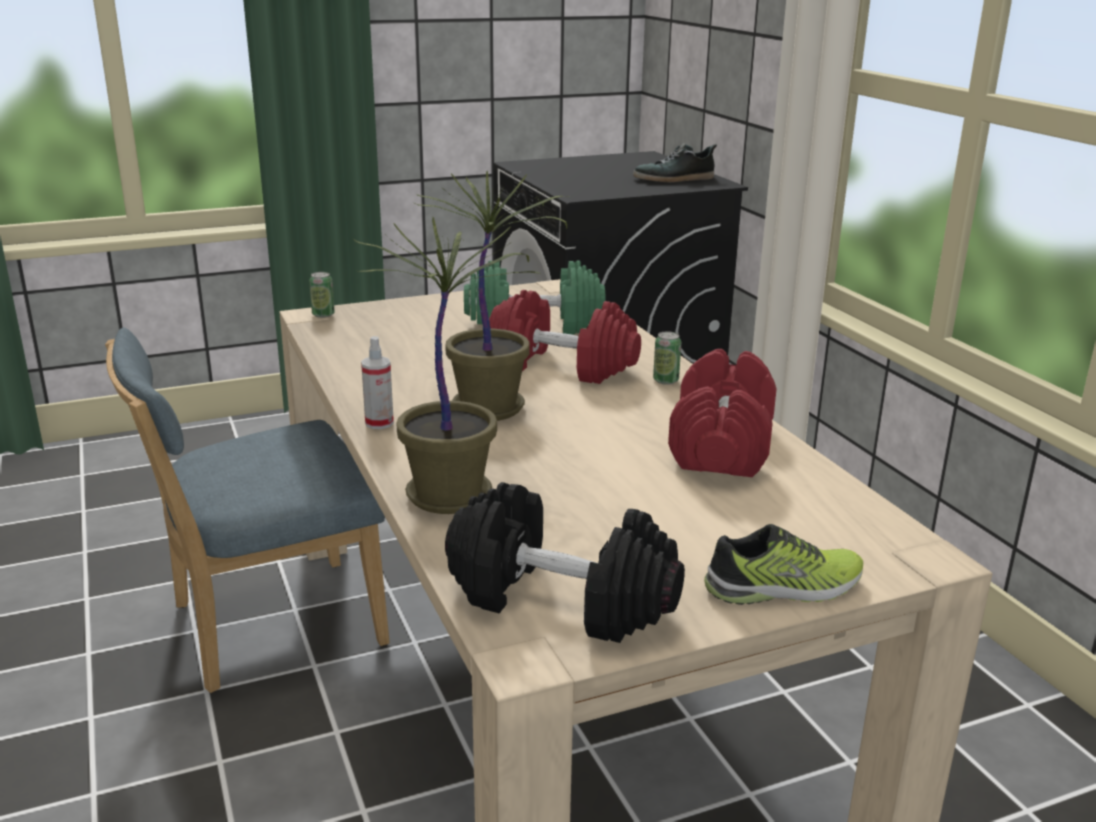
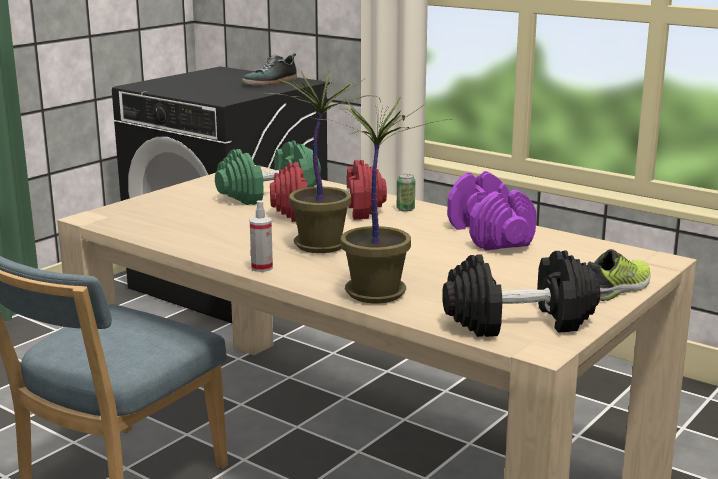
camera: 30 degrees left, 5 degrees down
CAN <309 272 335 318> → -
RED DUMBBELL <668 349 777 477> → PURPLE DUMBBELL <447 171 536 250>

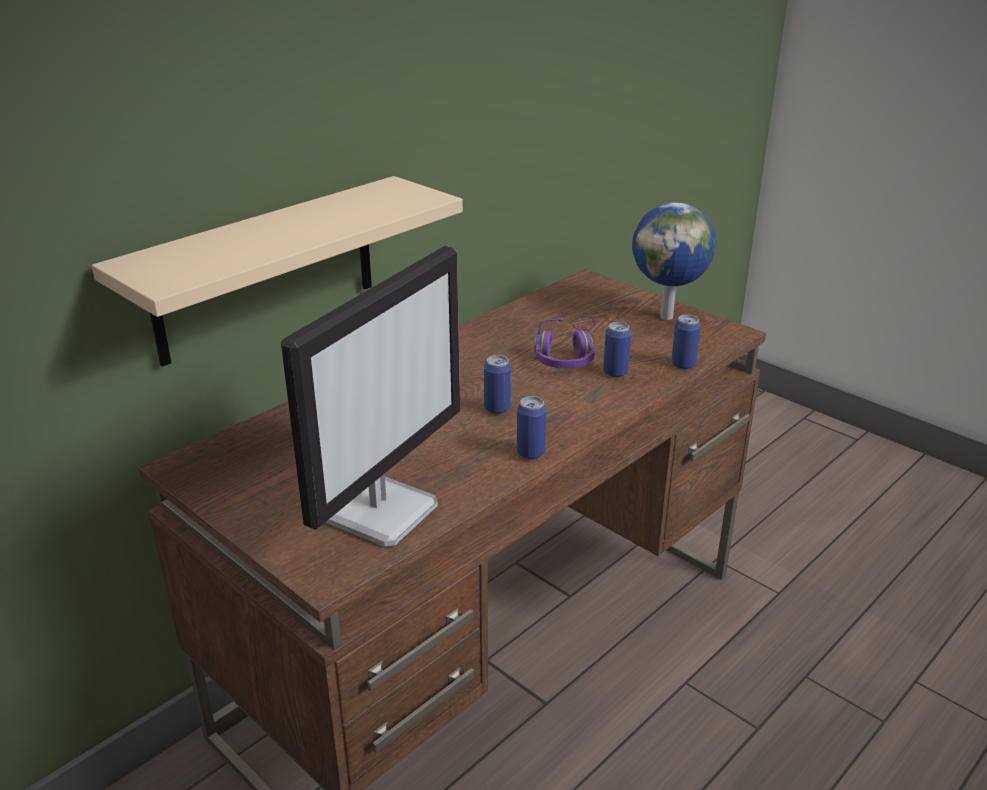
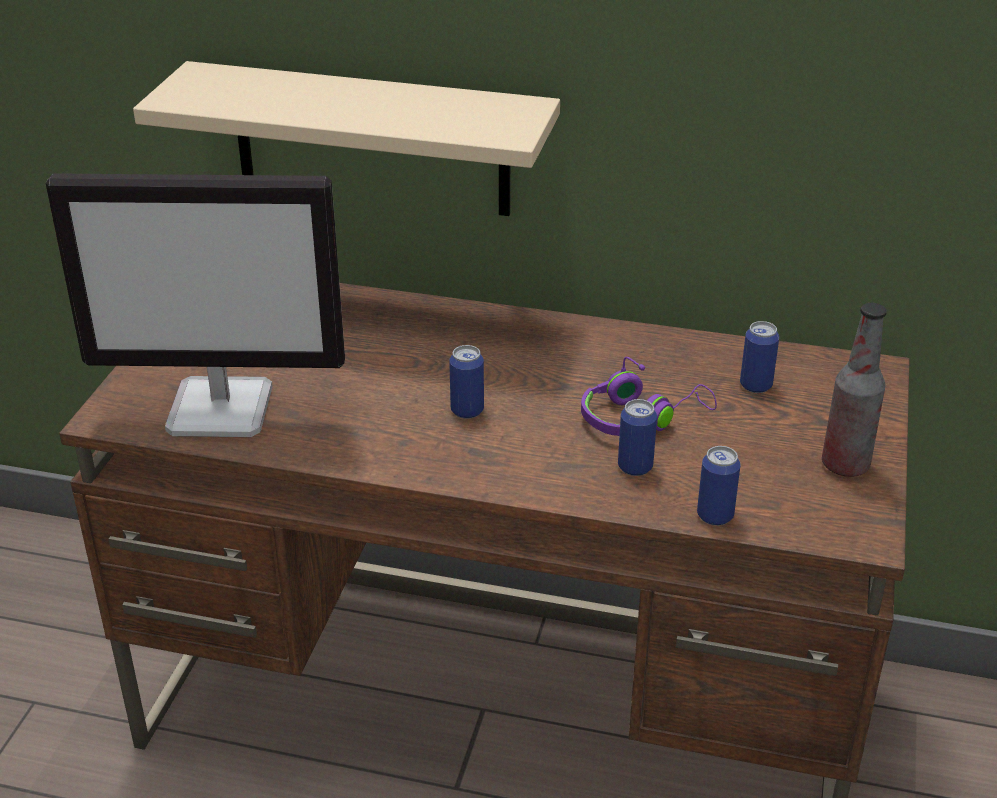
camera: 60 degrees right, 5 degrees up
CAN <517 396 546 460> → CAN <740 321 779 393>, shifted
GLOBE <632 202 716 320> → BOTTLE <822 303 887 477>

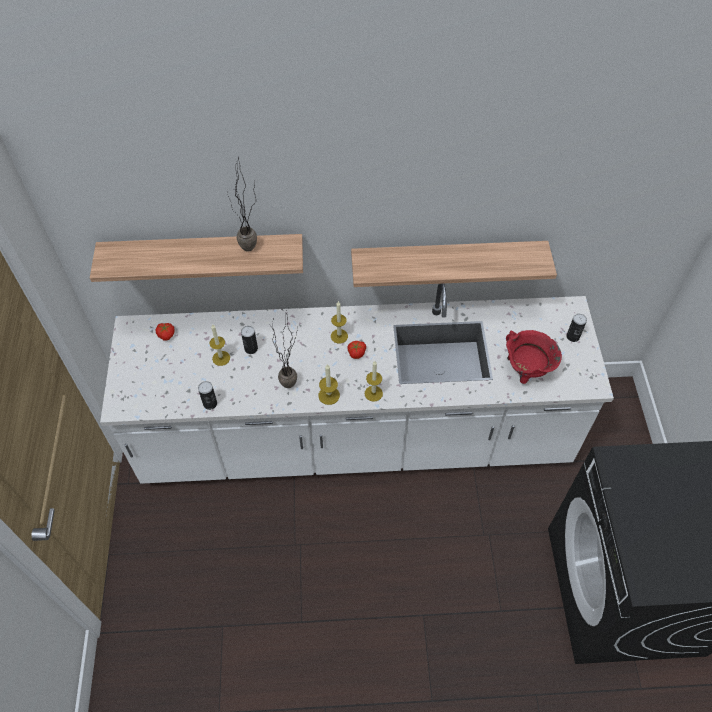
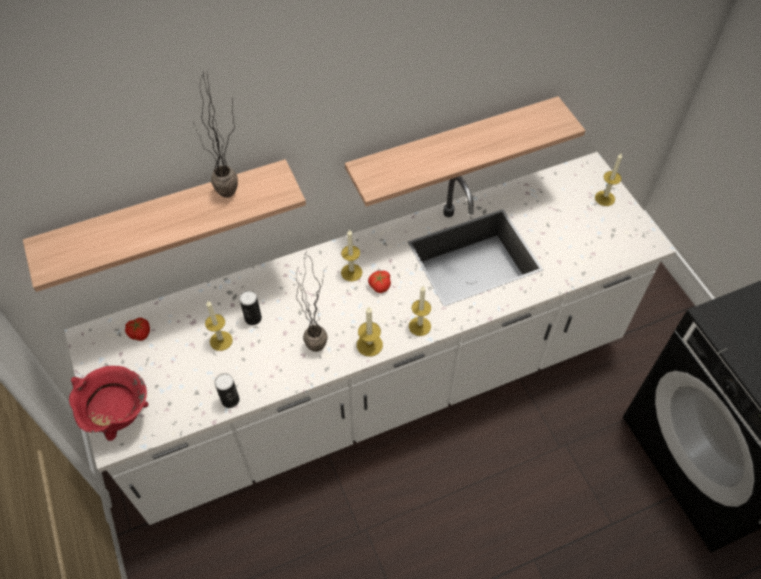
camera: 20 degrees left, 0 degrees up
RED COOKING POT <506 330 562 384> → RED COOKING POT <69 366 149 441>, shifted
CAN <566 314 587 342> → CANDLE <595 152 622 206>

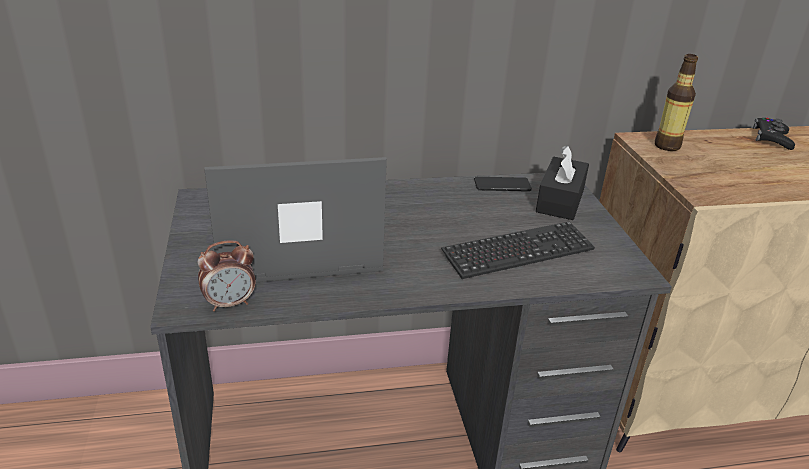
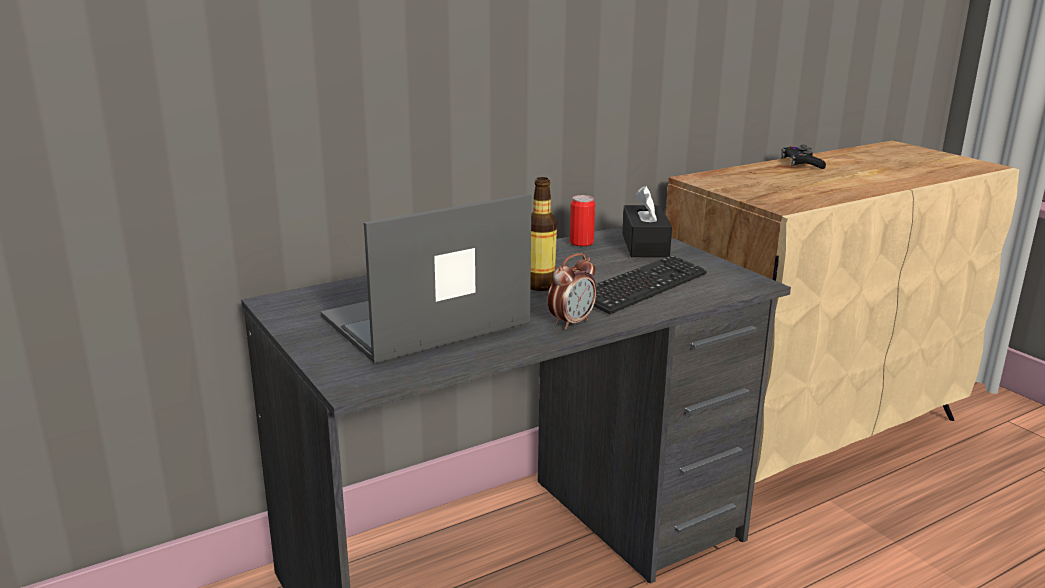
camera: 20 degrees left, 10 degrees down
ALARM CLOCK <198 240 255 311> → ALARM CLOCK <548 253 597 329>, shifted
BOTTLE <655 54 698 151> → BOTTLE <530 177 557 291>, shifted
PHONE <474 177 532 191> → CAN <569 195 595 246>

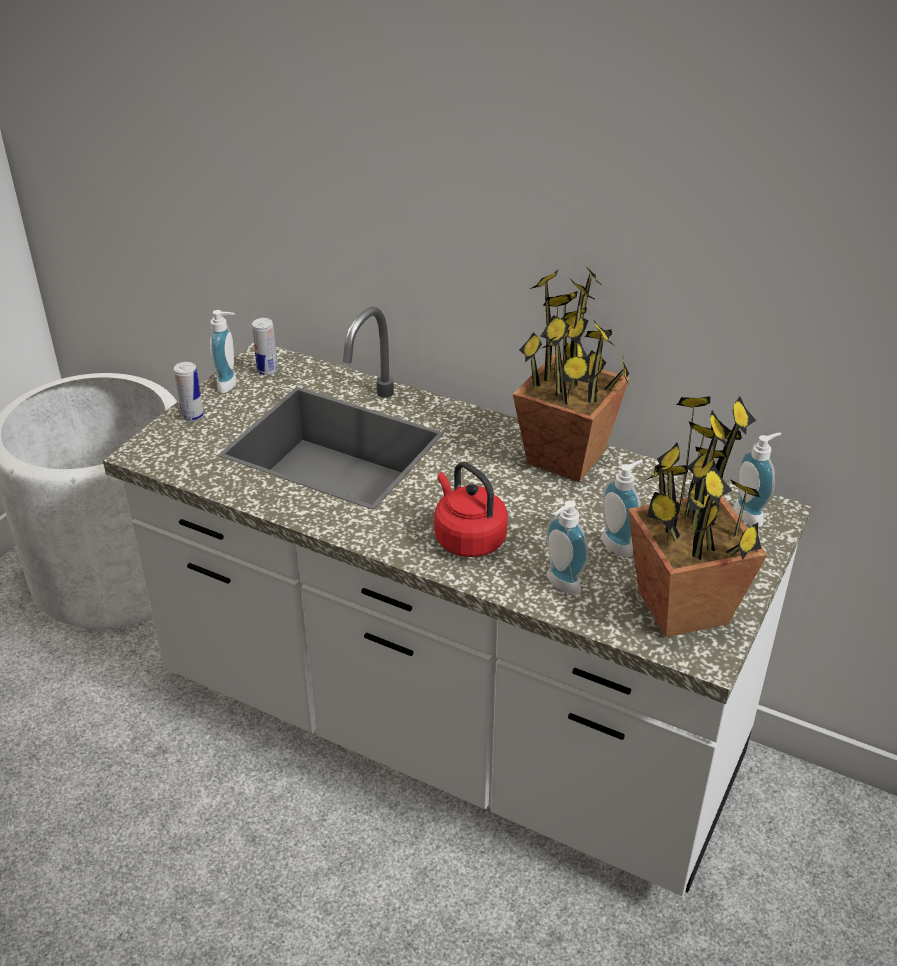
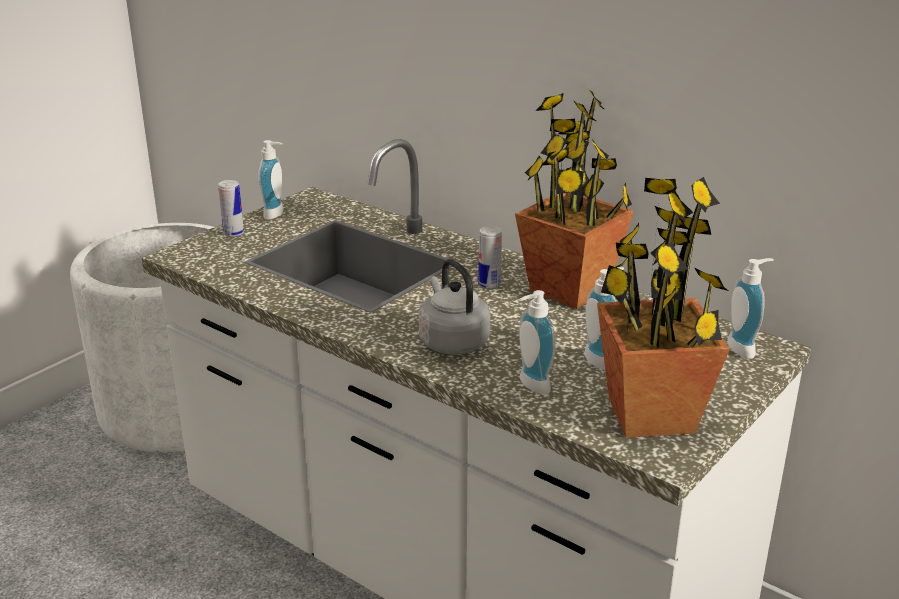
camera: 10 degrees right, 10 degrees down
CAN <252 318 278 375> → CAN <478 226 502 289>, shifted
RED KETTLE <434 462 508 557> → GREY KETTLE <419 259 490 355>

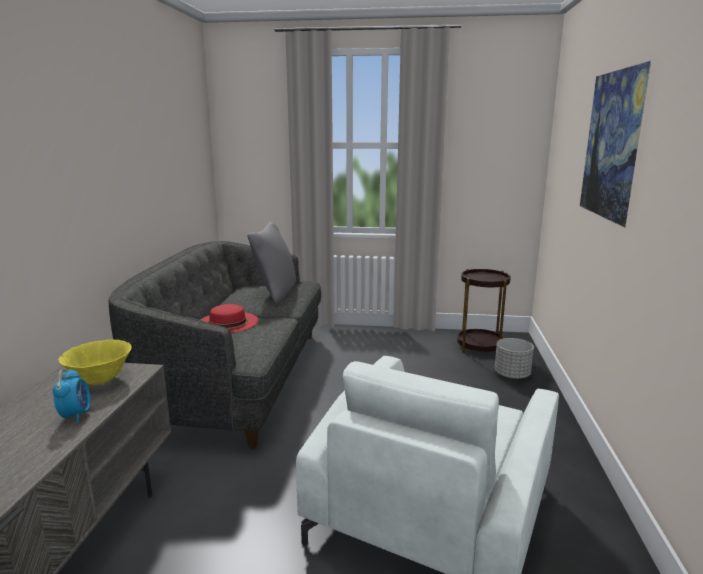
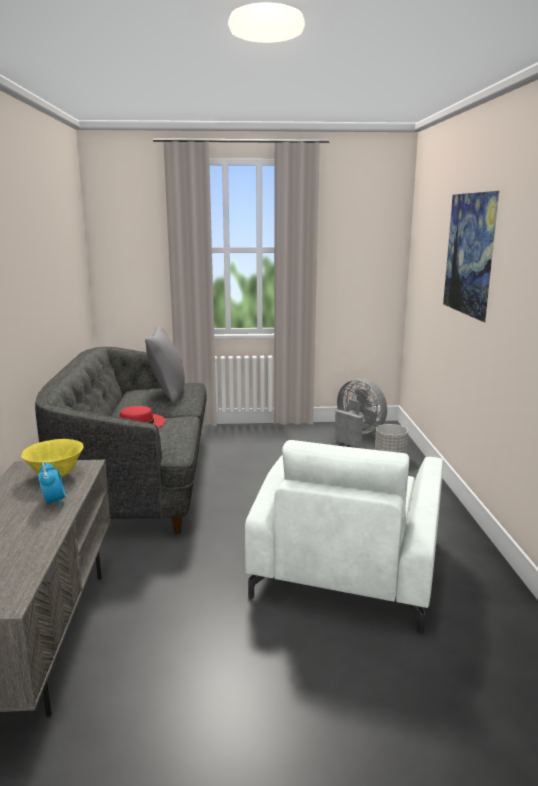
camera: 10 degrees left, 0 degrees up
BROWN SIDE TABLE <457 269 511 353> → GREY FAN <335 378 387 448>

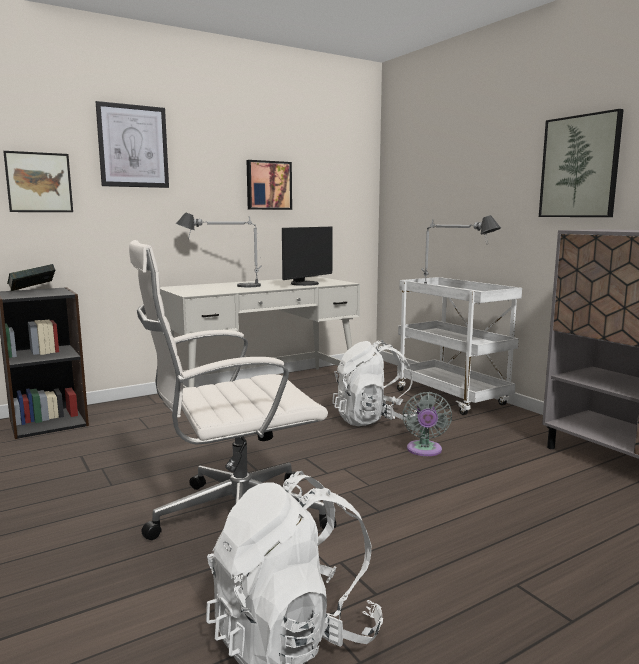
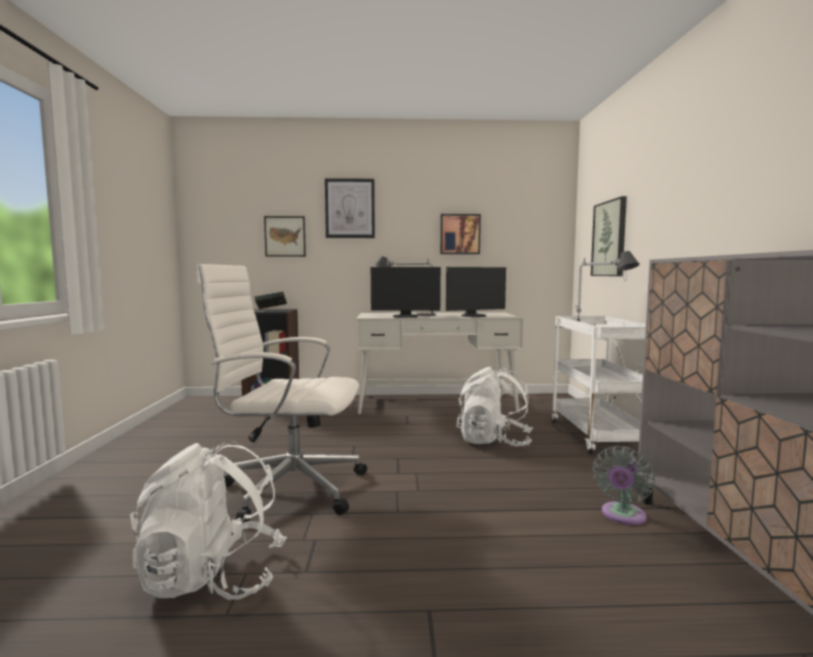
camera: 30 degrees right, 5 degrees down
- → MONITOR <371 267 441 318>
GREY FAN <402 392 452 456> → GREY FAN <592 446 655 525>, shifted
PICTURE <539 109 624 217> → PICTURE <591 196 627 276>, shifted

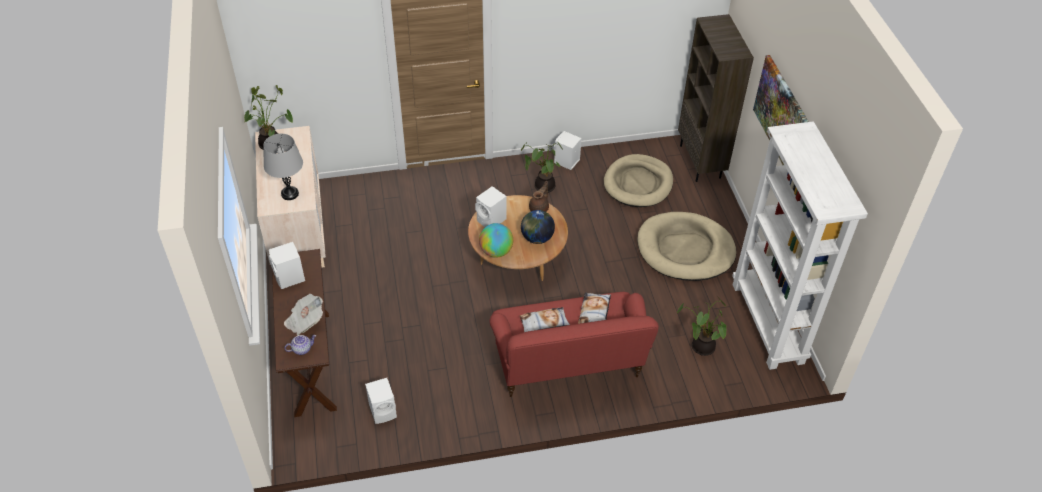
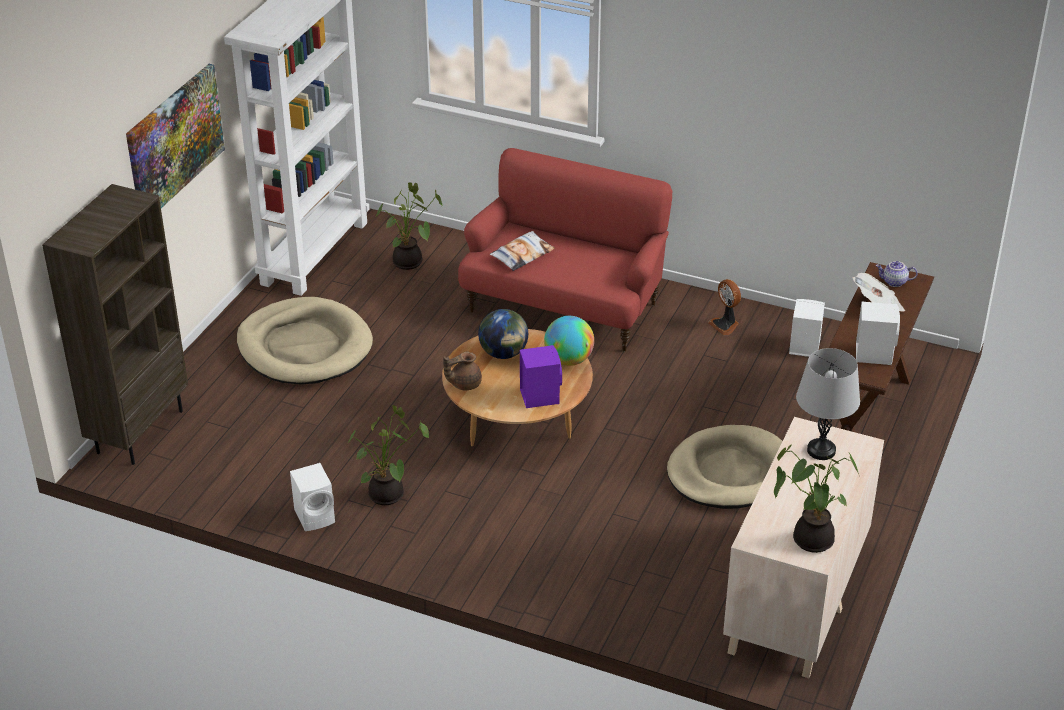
camera: 145 degrees left, 10 degrees down
PILLOW <519 307 570 332> → -
- → FAN <708 279 741 335>
BEIGE DOG BED <604 154 673 207> → BEIGE DOG BED <667 425 782 509>, shifted
WHITE SPEAKER <475 186 507 227> → PURPLE SPEAKER <520 345 562 408>

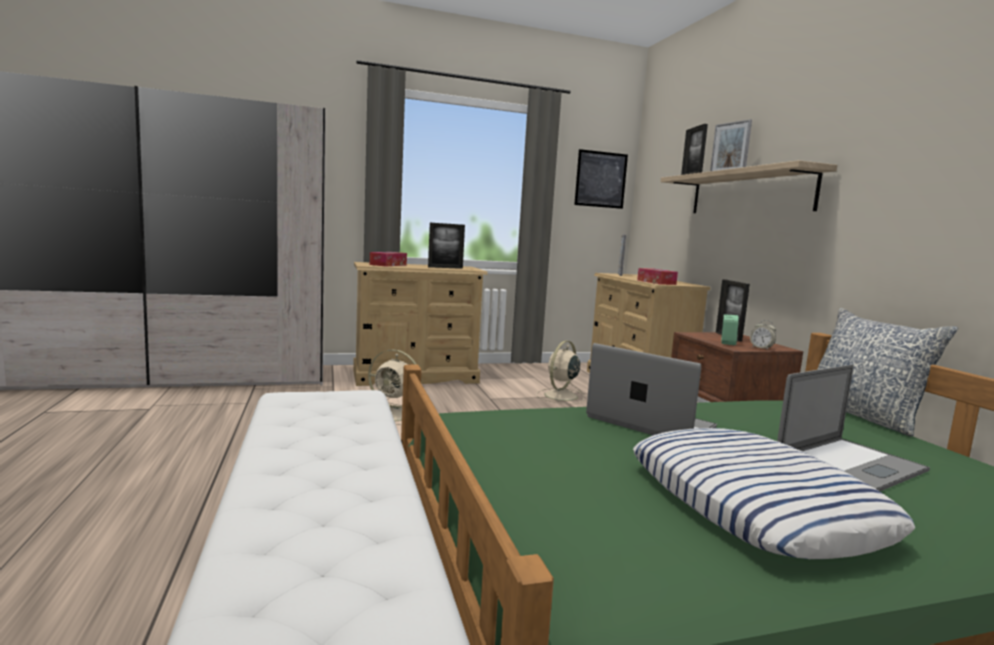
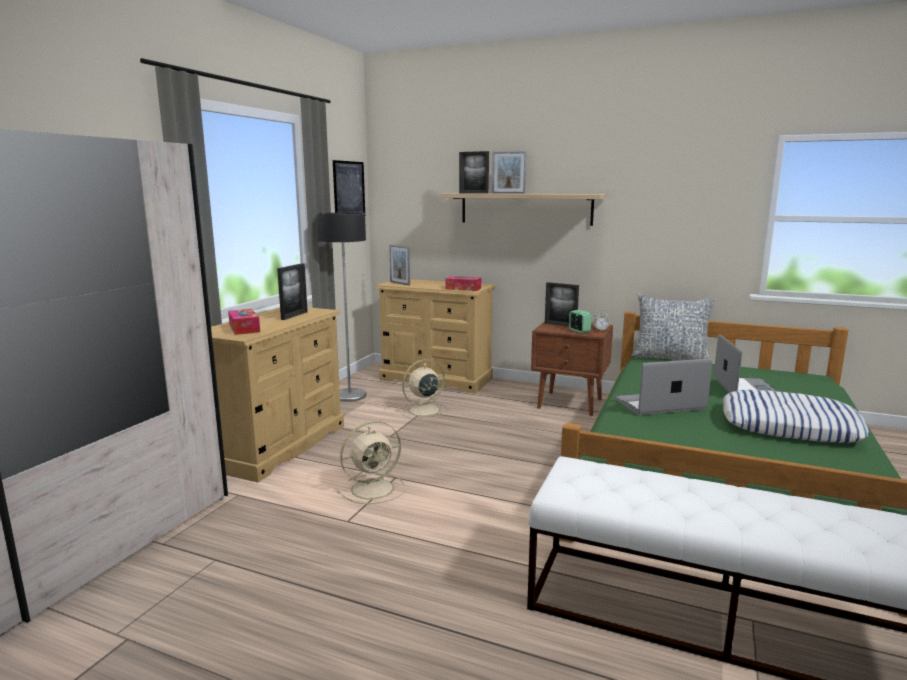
camera: 50 degrees left, 5 degrees up
- → FLOOR LAMP <318 213 367 402>
BEIGE FAN <536 340 584 404> → BEIGE FAN <400 359 449 420>, 75 degrees clockwise

